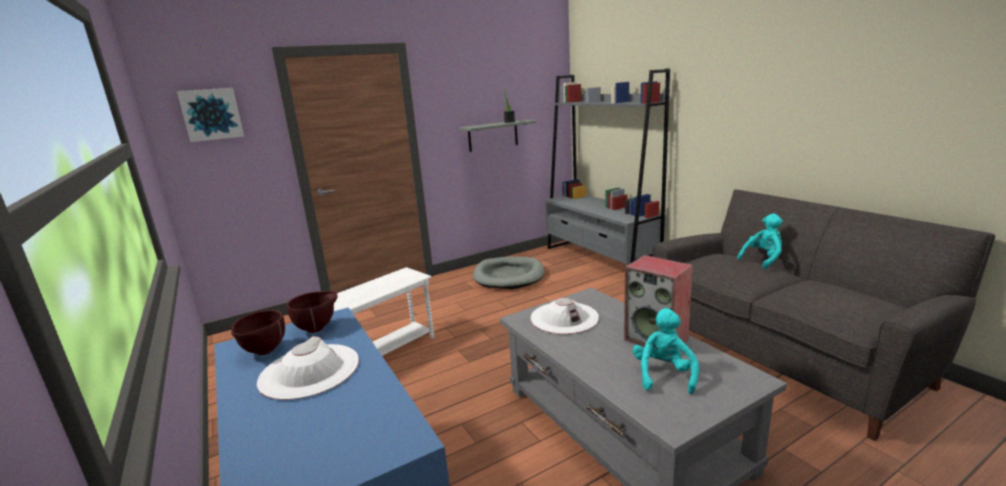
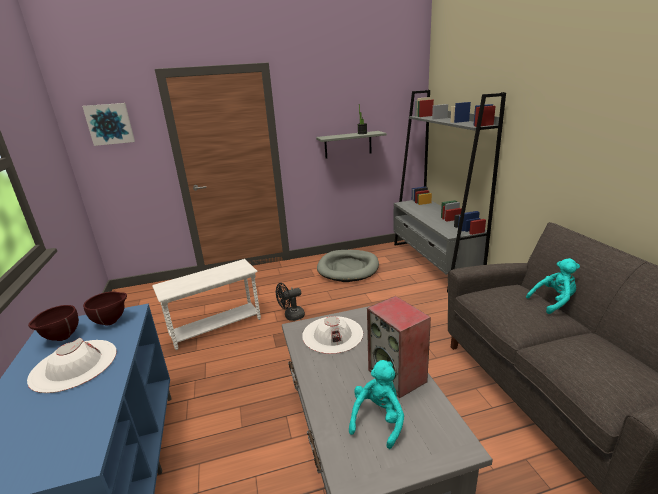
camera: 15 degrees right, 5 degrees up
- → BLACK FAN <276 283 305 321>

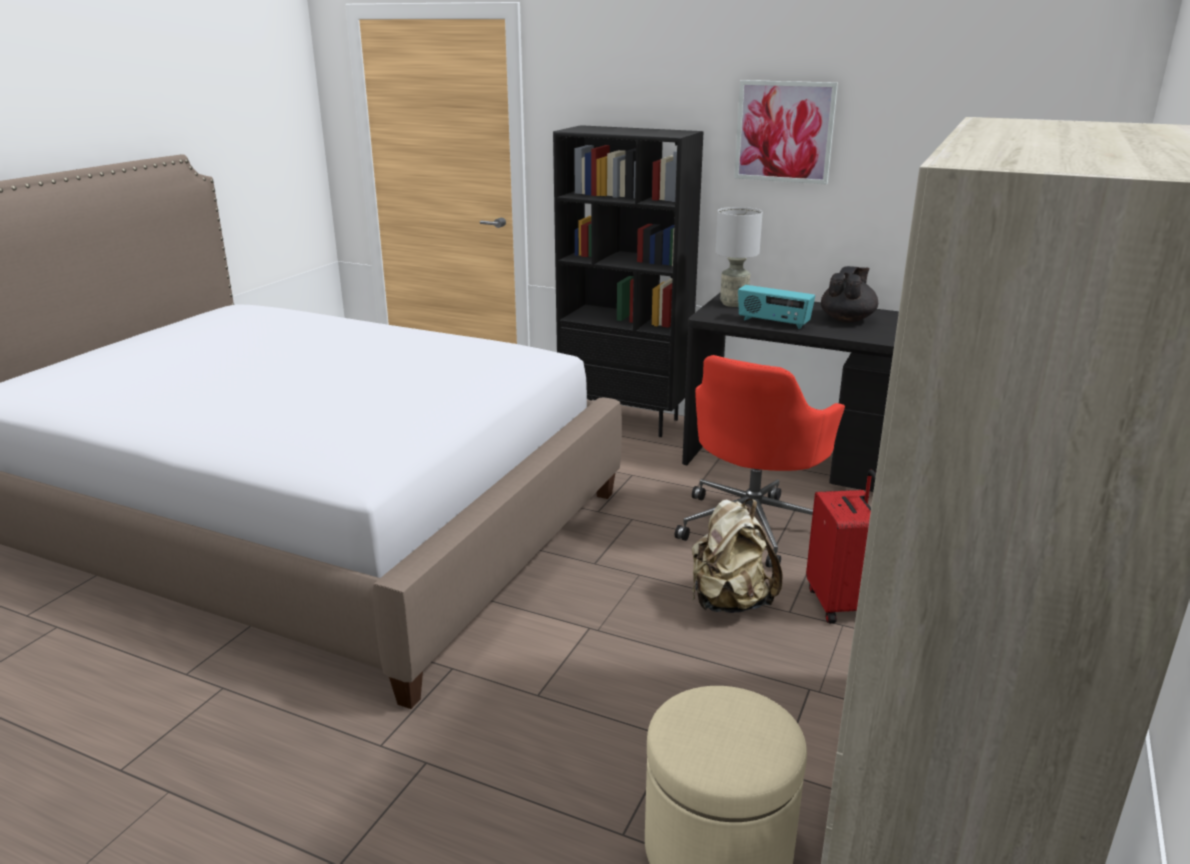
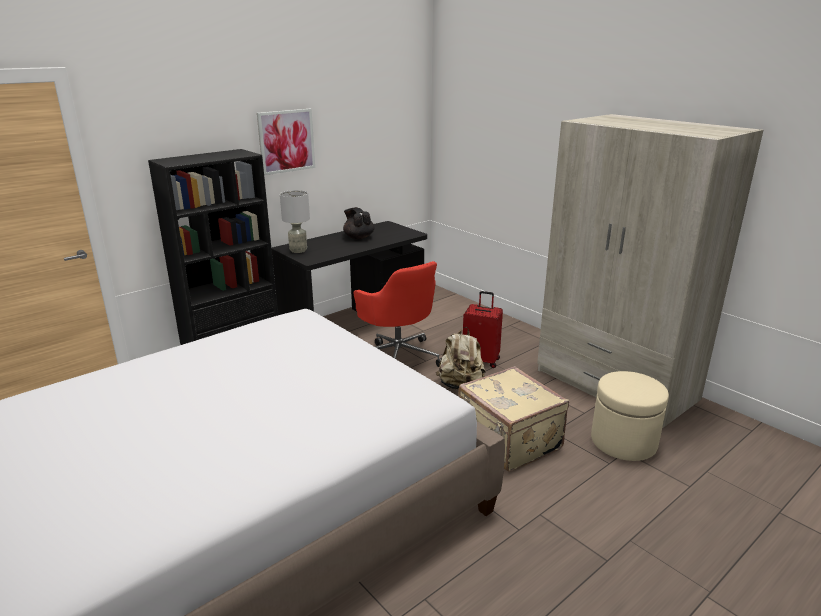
camera: 65 degrees left, 0 degrees up
RADIO <738 285 815 329> → -
- → BEIGE SUITCASE <458 366 569 472>

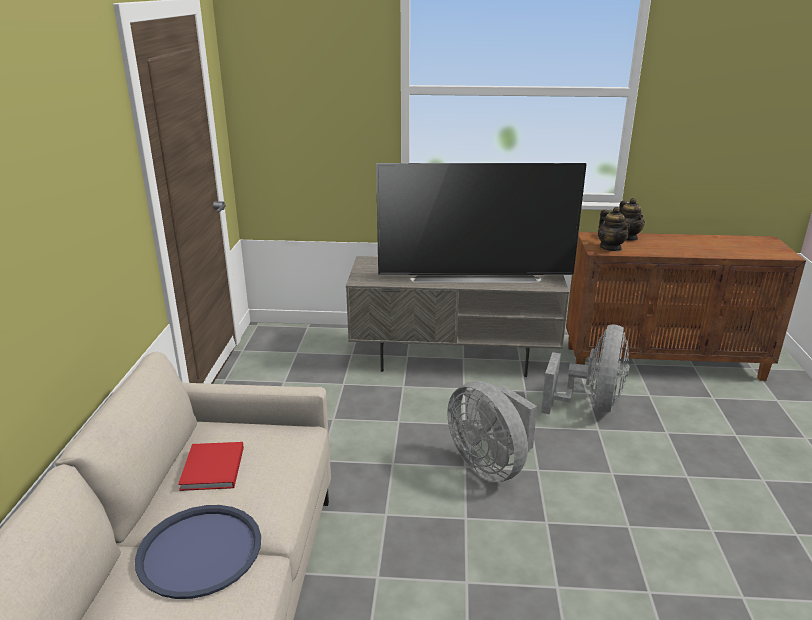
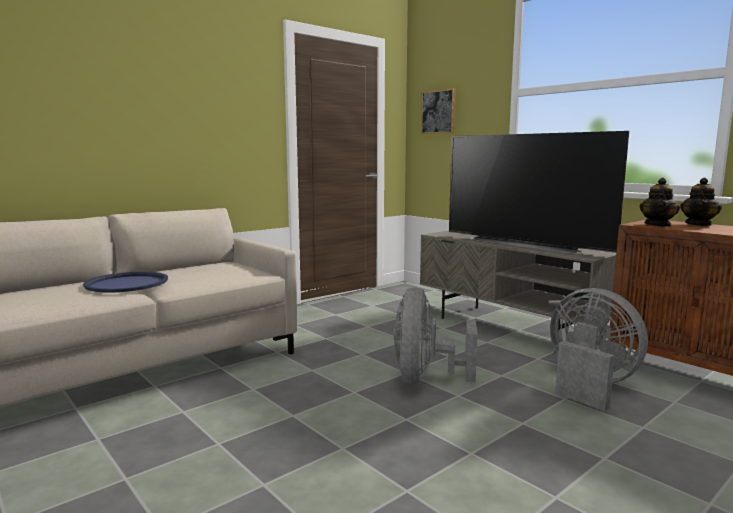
camera: 45 degrees right, 15 degrees down
RED BOOK <178 442 244 491> → -
- → PICTURE <421 88 456 134>
GREY FAN <541 324 629 414> → GREY FAN <550 288 648 411>, 105 degrees counterclockwise

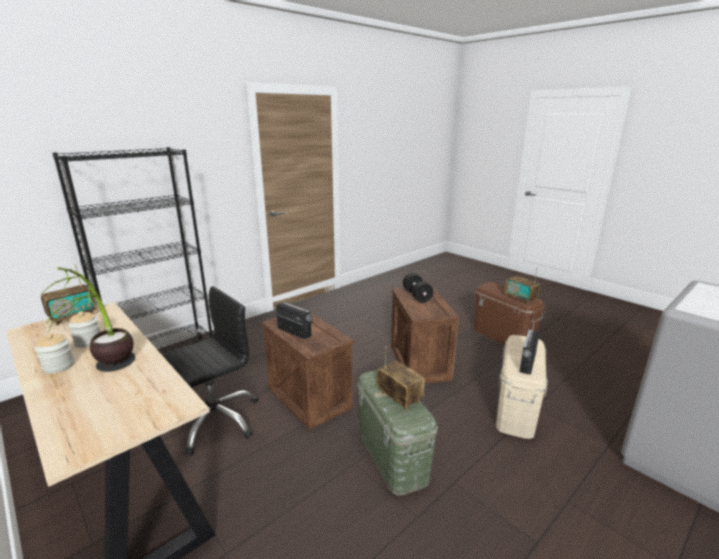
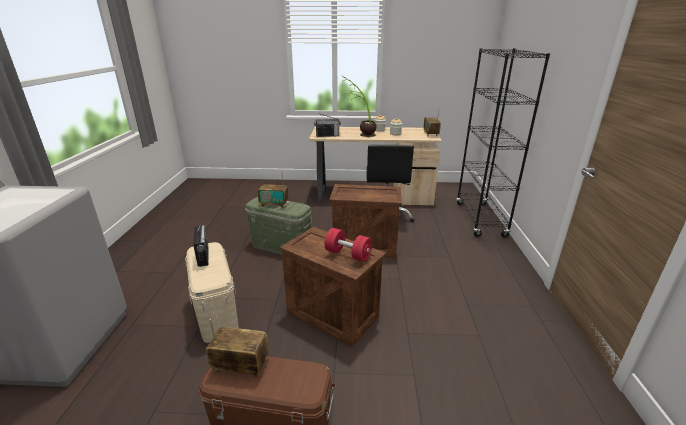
camera: 135 degrees right, 5 degrees up
RADIO <276 301 312 339> → RADIO <314 113 341 137>, shifted
BLACK DUMBBELL <403 273 433 302> → RED DUMBBELL <324 228 372 262>

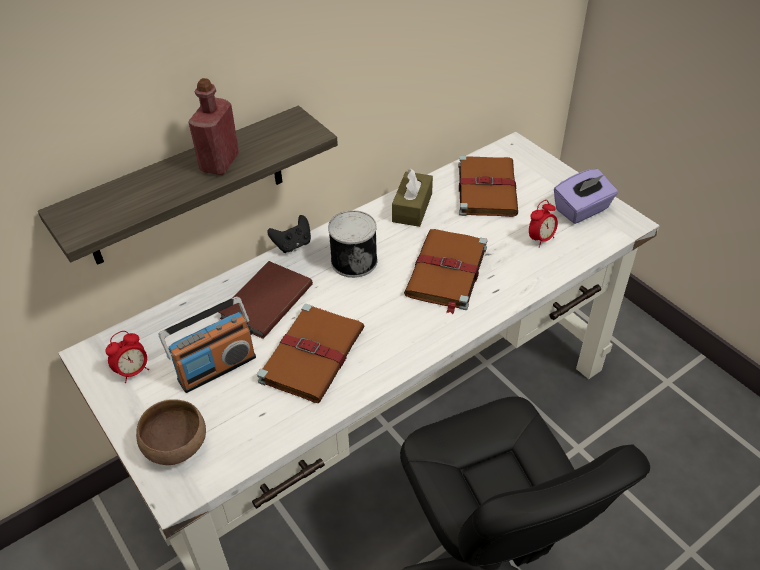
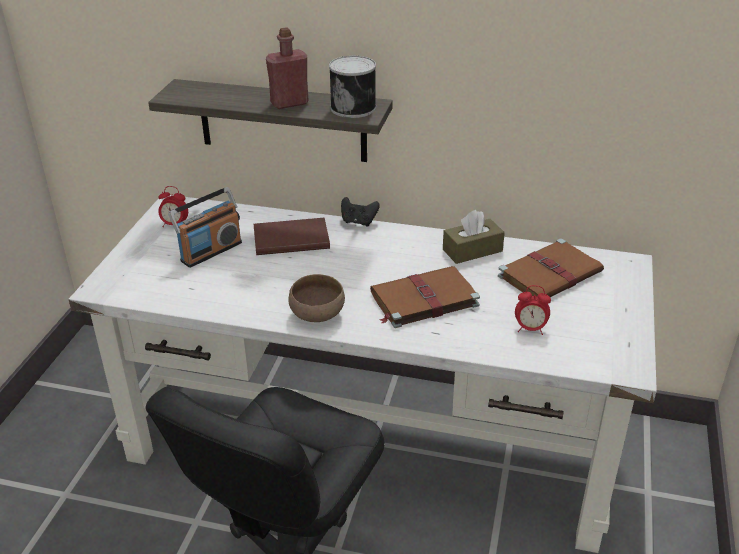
camera: 50 degrees right, 10 degrees down
BROWN BOOK <257 304 365 403> → -
PURPLE TISSUE BOX <554 169 618 224> → -
BROWN BOWL <136 399 206 465> → BROWN BOWL <289 274 345 322>, shifted
CAN <328 210 377 278> → CAN <329 56 376 118>, shifted
RADIO <159 296 256 393> → RADIO <168 187 242 268>, 60 degrees counterclockwise

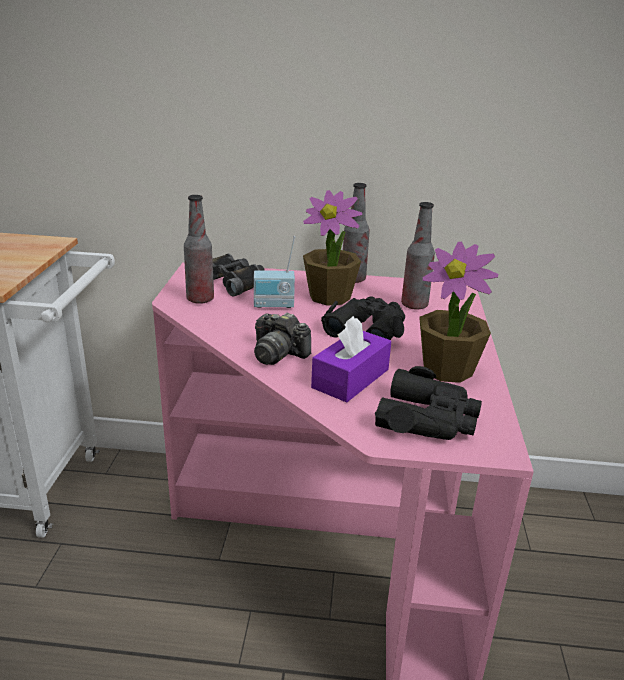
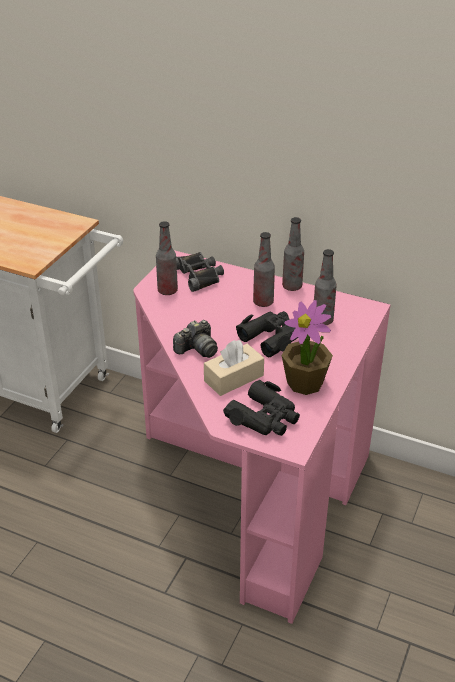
camera: 20 degrees right, 10 degrees up
RADIO <254 236 296 308> → -
POTTED PLANT <303 190 362 306> → BOTTLE <253 232 275 307>
PURPLE TISSUE BOX <311 316 391 402> → BEIGE TISSUE BOX <204 340 264 396>
PHOTO CAMERA <254 312 311 365> → PHOTO CAMERA <173 320 218 358>, 90 degrees counterclockwise

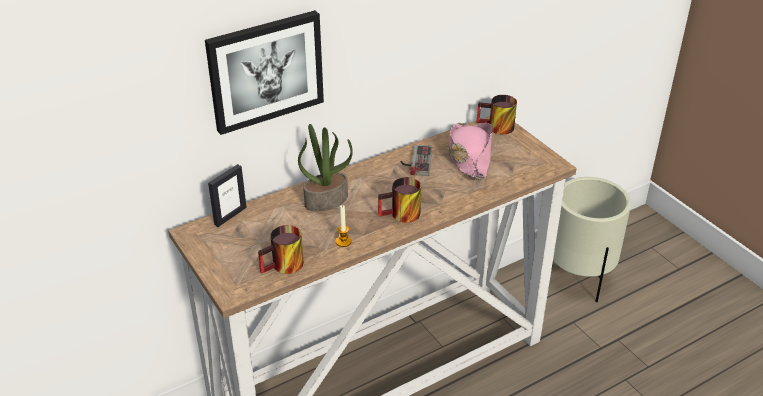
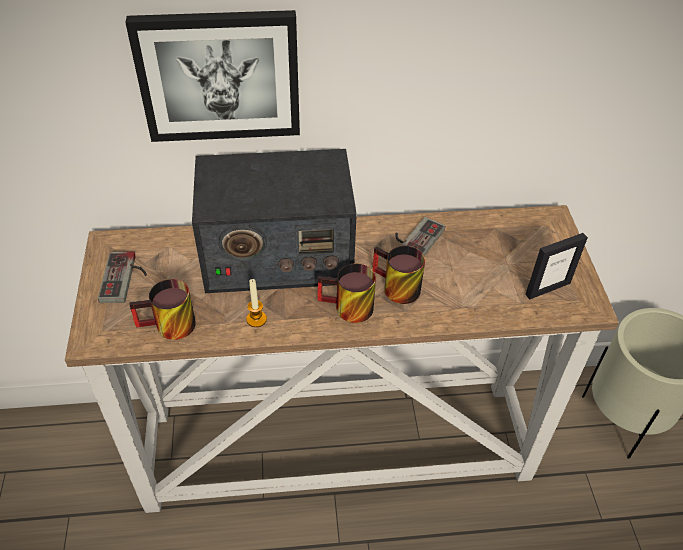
camera: 25 degrees right, 10 degrees up
PINK HAT <448 122 492 179> → -
- → GAME CONTROLLER <98 252 147 303>
PICTURE FRAME <208 164 247 227> → PICTURE FRAME <526 233 588 299>, shifted
MUG <476 95 517 135> → MUG <372 246 425 304>, shifted
POTTED PLANT <298 124 353 211> → RADIO <192 149 357 293>

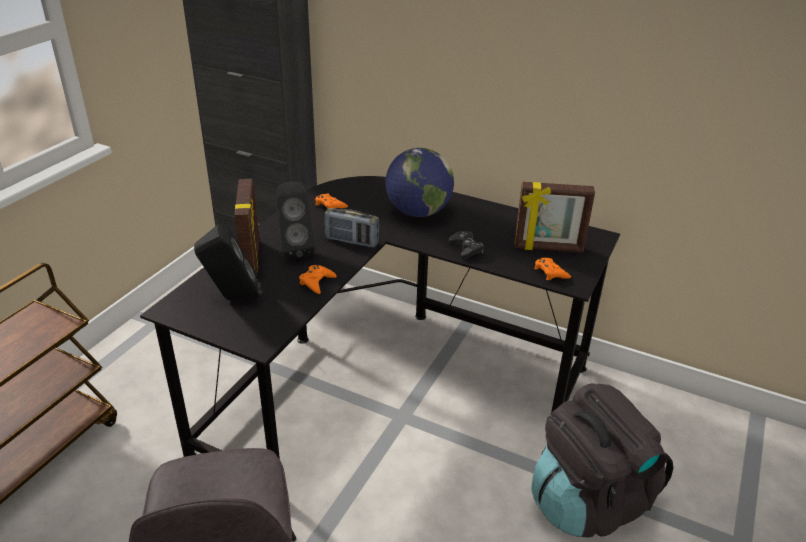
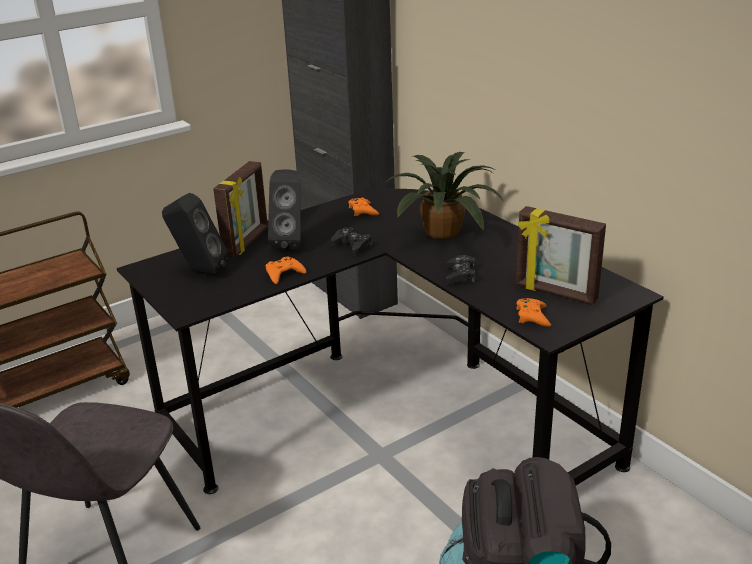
camera: 30 degrees right, 5 degrees down
RADIO <325 208 379 248> → BLACK GAME CONTROLLER <331 228 372 255>
GLOBE <385 148 454 217> → POTTED PLANT <386 152 503 239>

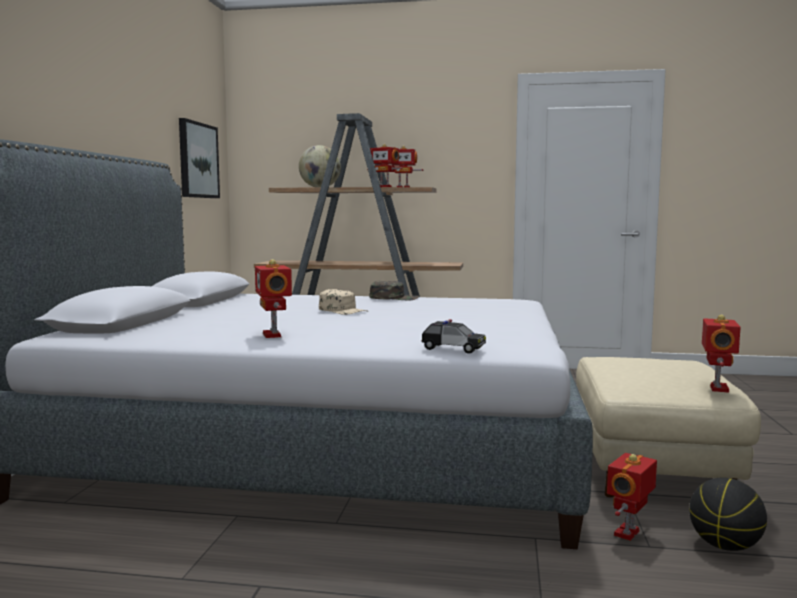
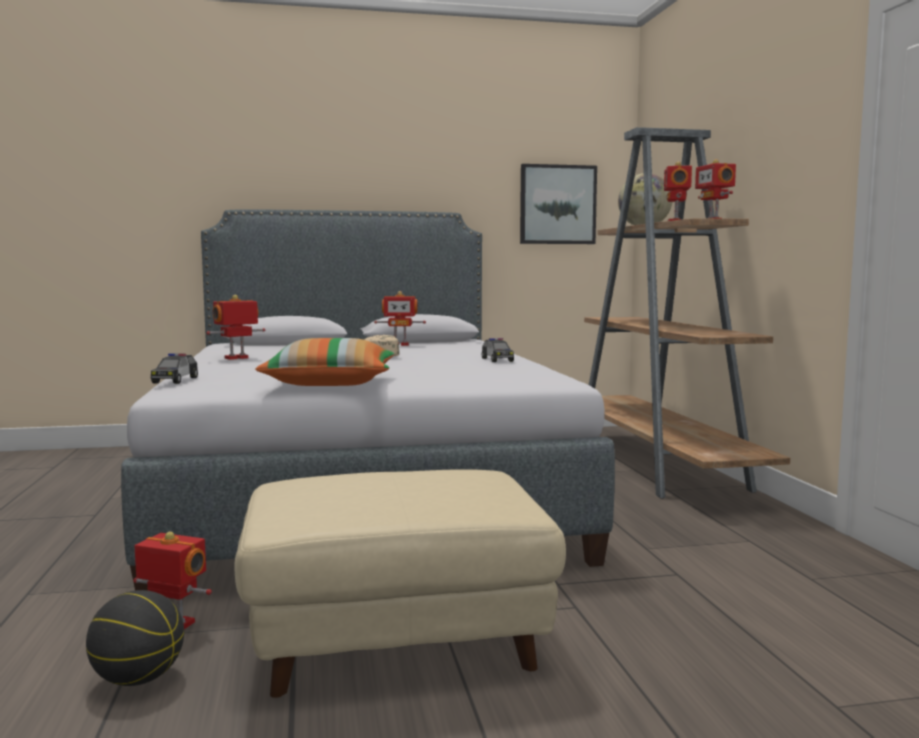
camera: 70 degrees right, 0 degrees up
- → PILLOW <255 338 395 386>
TOY ROBOT <702 315 741 393> → TOY ROBOT <374 291 426 346>, shifted
GREEN CAP <369 281 419 301> → TOY CAR <482 338 514 362>

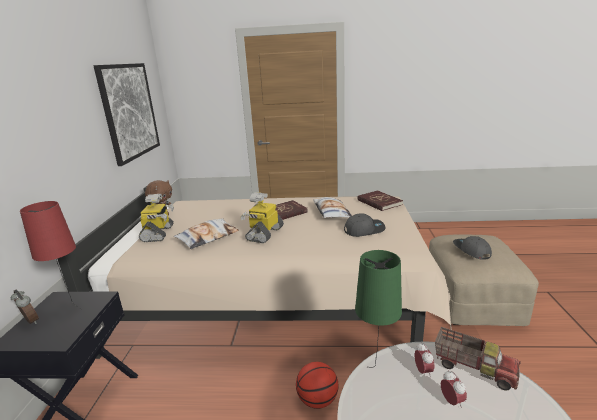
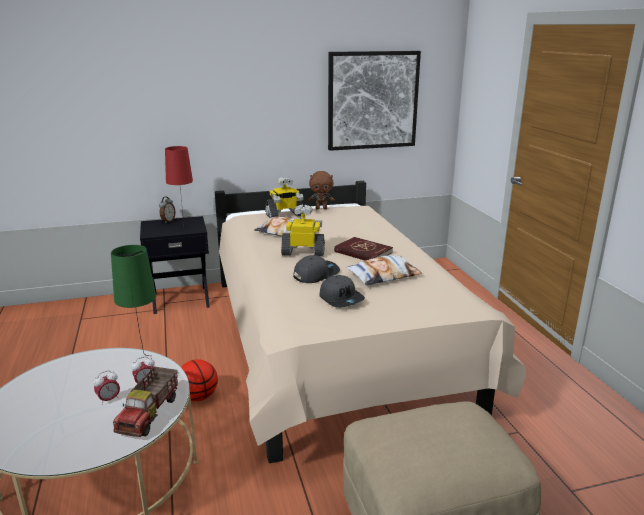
camera: 70 degrees right, 0 degrees up
RED BOOK <357 190 403 211> → -
GREY CAP <453 236 492 260> → GREY CAP <293 255 340 283>, shifted

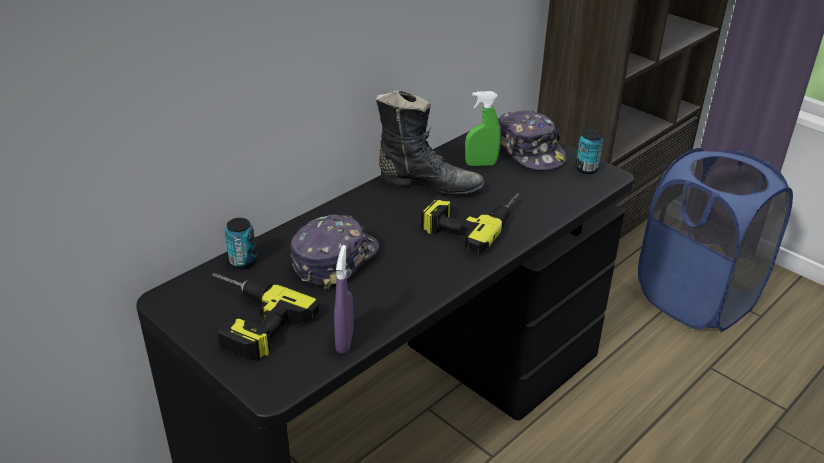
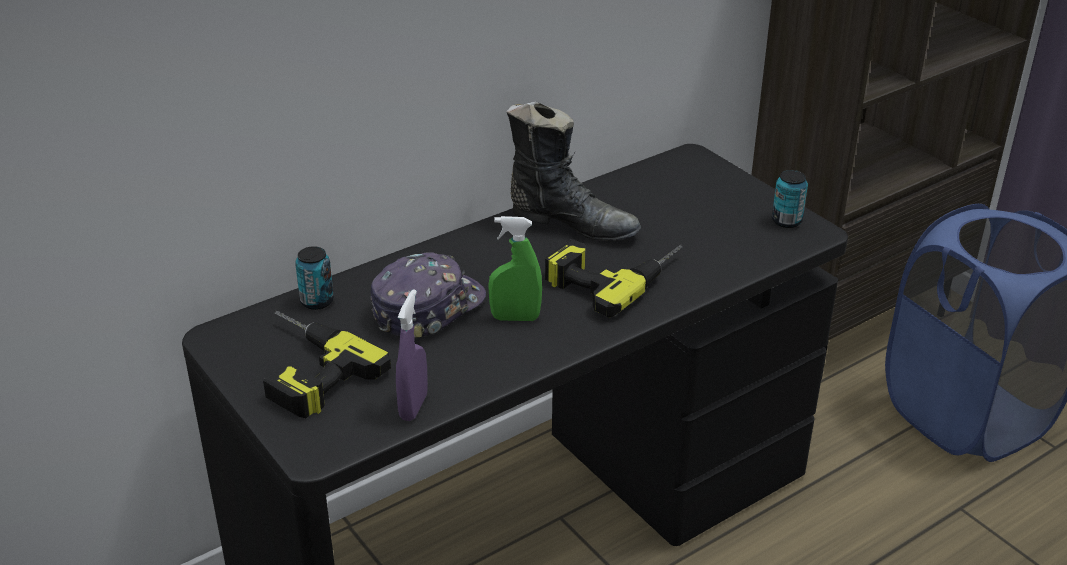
camera: 10 degrees right, 0 degrees up
CAP <499 110 567 170> → -
GREEN SPRAY BOTTLE <465 91 501 166> → GREEN SPRAY BOTTLE <488 216 542 321>, shifted

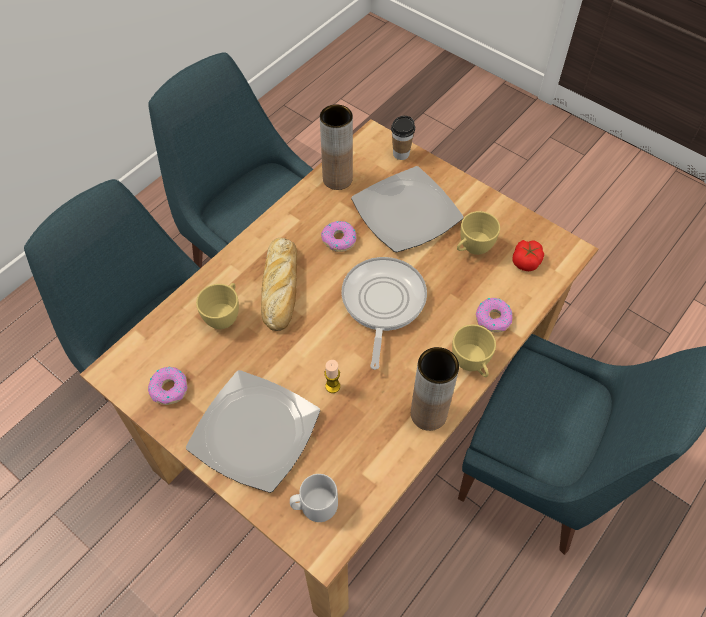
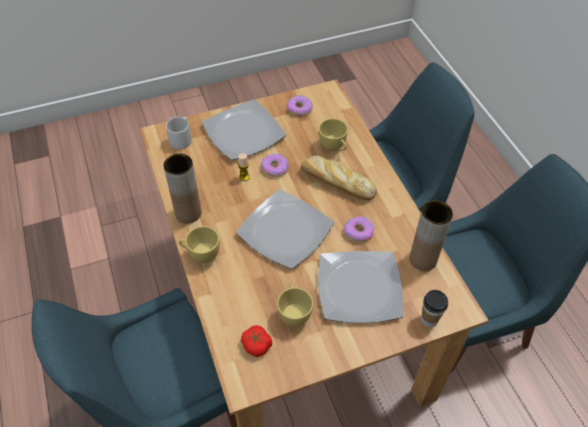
camera: 120 degrees right, 5 degrees down
DONUT <476 298 512 333> → DONUT <261 154 289 177>, shifted
FRYING PAN <341 257 427 370> → PLATE <236 189 334 269>

